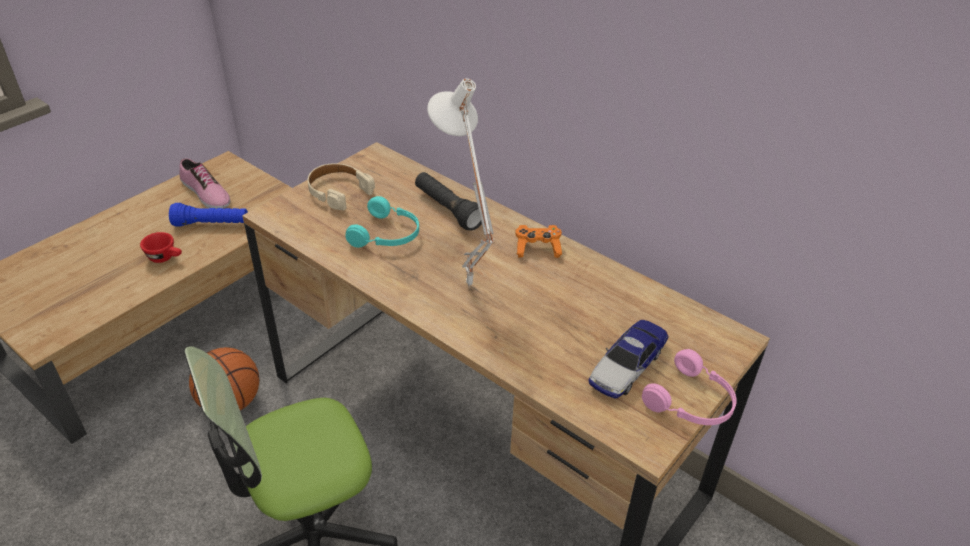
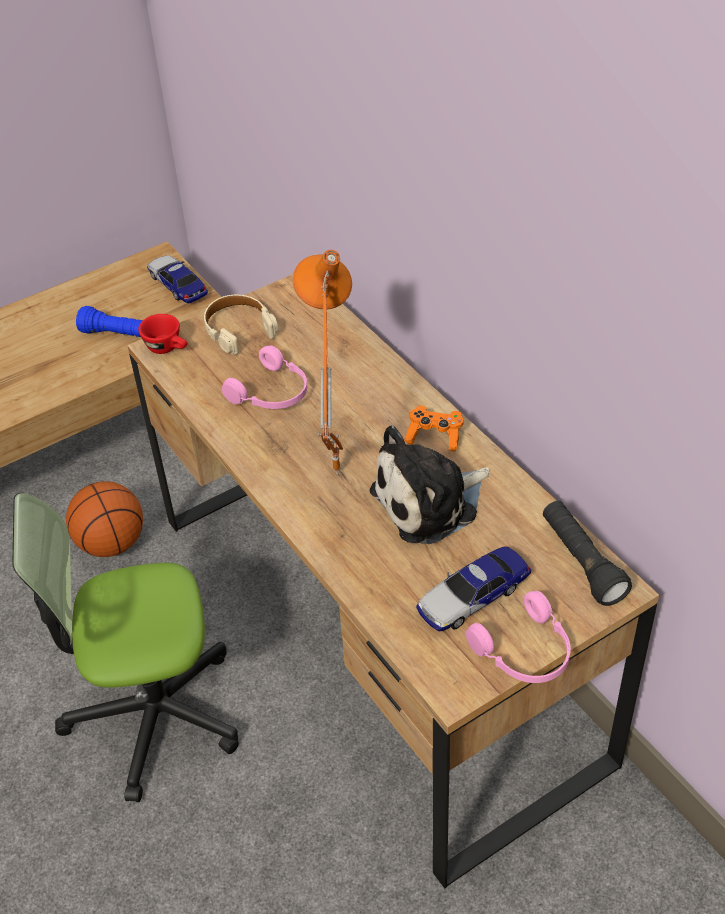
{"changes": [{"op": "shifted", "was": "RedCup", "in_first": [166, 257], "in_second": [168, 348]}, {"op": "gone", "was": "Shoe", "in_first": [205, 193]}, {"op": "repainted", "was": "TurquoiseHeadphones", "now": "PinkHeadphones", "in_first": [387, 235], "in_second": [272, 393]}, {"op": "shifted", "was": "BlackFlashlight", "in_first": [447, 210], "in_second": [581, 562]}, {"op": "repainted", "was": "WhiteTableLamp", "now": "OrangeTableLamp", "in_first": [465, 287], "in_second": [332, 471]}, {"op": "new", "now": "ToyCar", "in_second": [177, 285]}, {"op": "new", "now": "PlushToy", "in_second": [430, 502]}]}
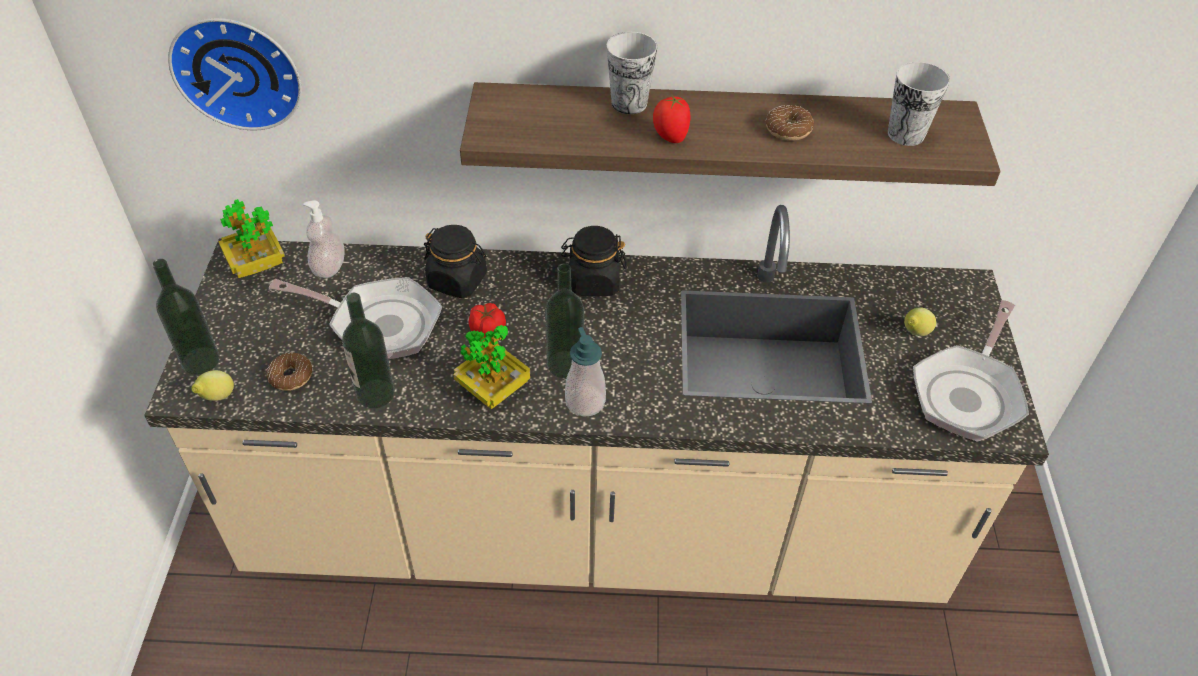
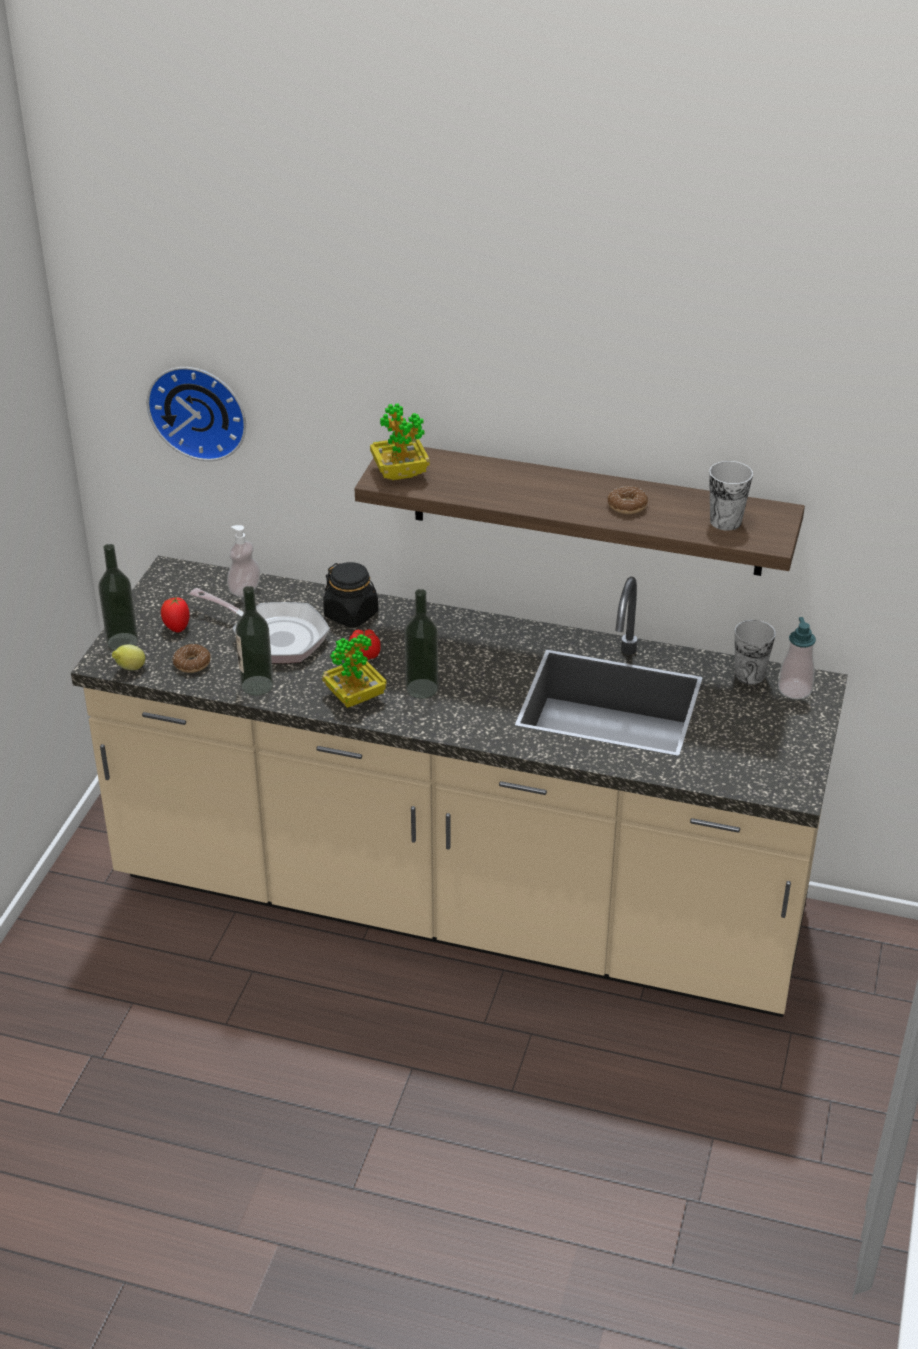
{"changes": [{"op": "shifted", "was": "PottedPlant", "in_first": [256, 264], "in_second": [400, 473]}, {"op": "gone", "was": "BlackJar", "in_first": [593, 281]}, {"op": "shifted", "was": "SoapDispenser", "in_first": [585, 402], "in_second": [794, 690]}, {"op": "shifted", "was": "Cup", "in_first": [629, 103], "in_second": [749, 675]}, {"op": "shifted", "was": "Tomato", "in_first": [670, 137], "in_second": [176, 628]}, {"op": "gone", "was": "Lemon", "in_first": [914, 333]}, {"op": "gone", "was": "FryingPan", "in_first": [968, 393]}]}
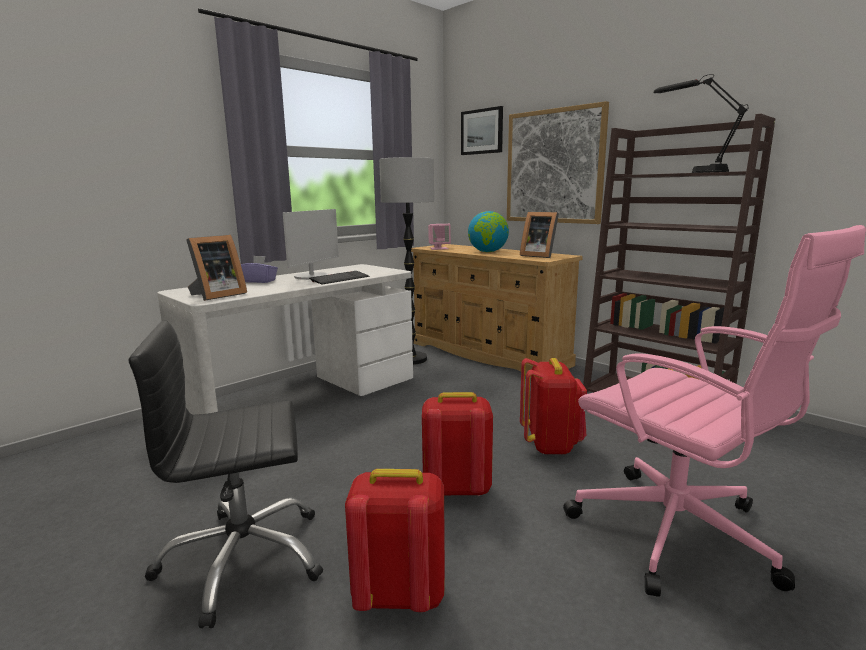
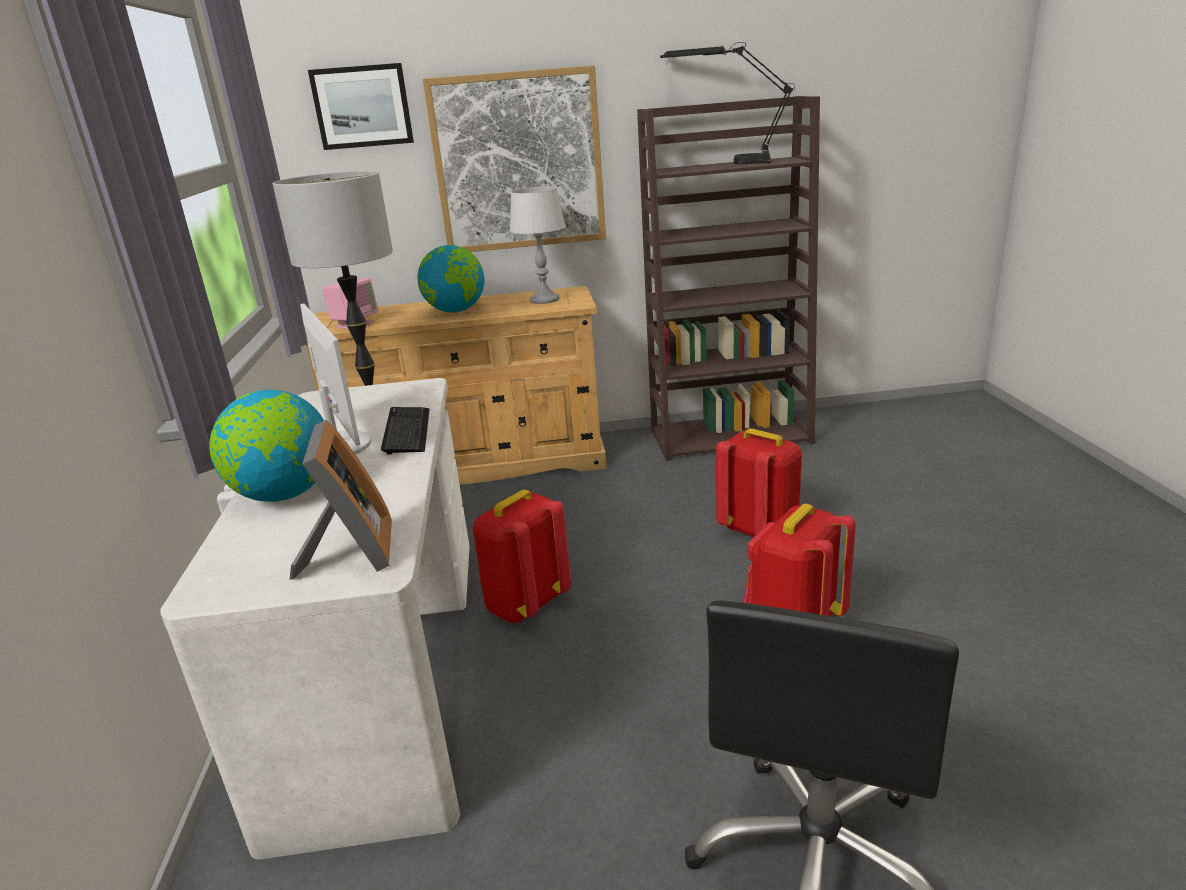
{"changes": [{"op": "swapped", "was": "PurpleTissueBox", "now": "Globe", "in_first": [260, 281], "in_second": [284, 495]}, {"op": "shifted", "was": "RedBackpack", "in_first": [398, 594], "in_second": [525, 604]}, {"op": "swapped", "was": "PictureFrame", "now": "GreyTableLamp", "in_first": [538, 256], "in_second": [545, 300]}, {"op": "gone", "was": "PinkOfficeChair", "in_first": [679, 535]}]}
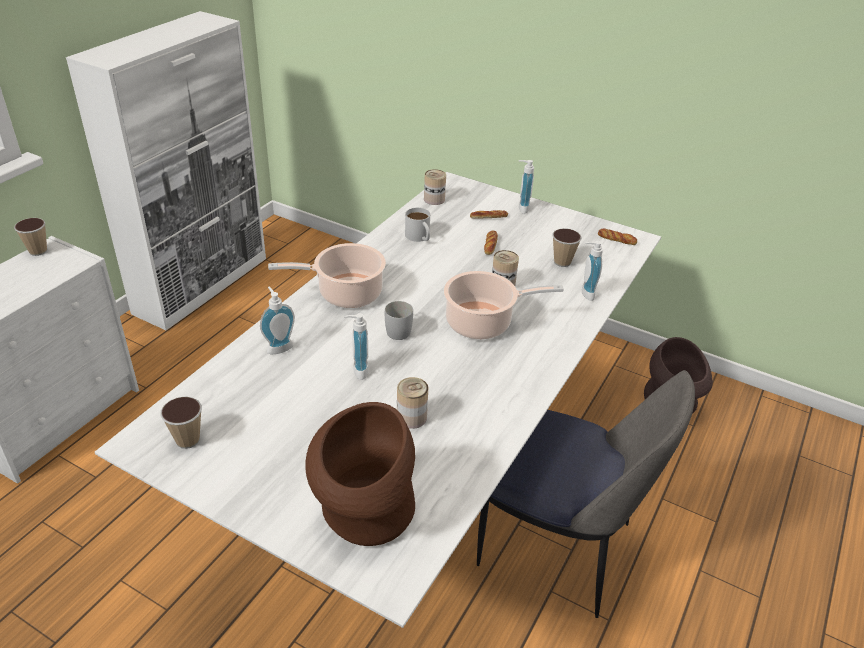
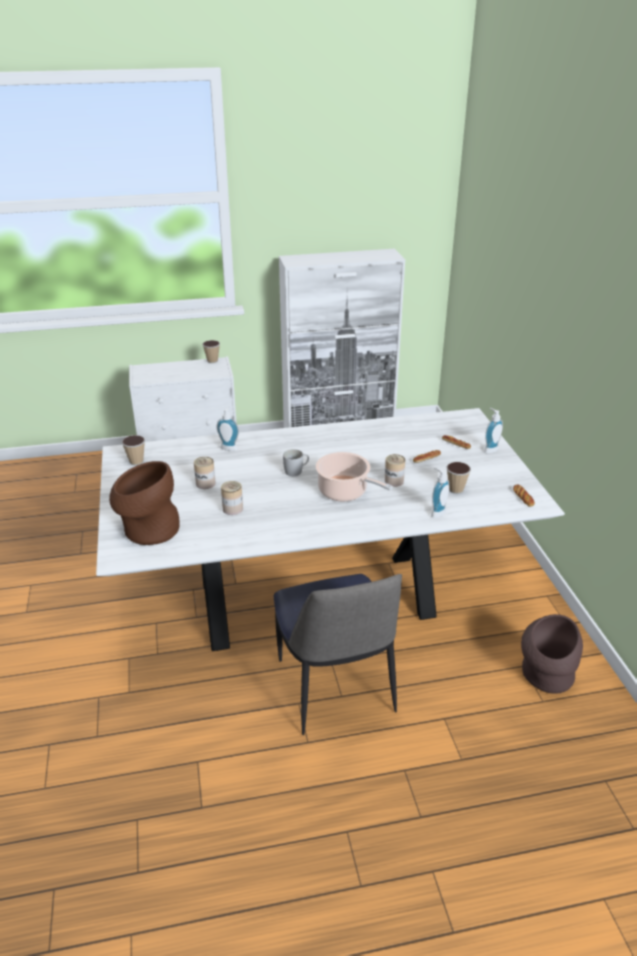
{"changes": [{"op": "gone", "was": "CookingPot", "in_first": [345, 293]}, {"op": "gone", "was": "SoapDispenser", "in_first": [357, 370]}, {"op": "gone", "was": "WhiteMug", "in_first": [419, 237]}, {"op": "shifted", "was": "Can", "in_first": [434, 199], "in_second": [205, 483]}]}
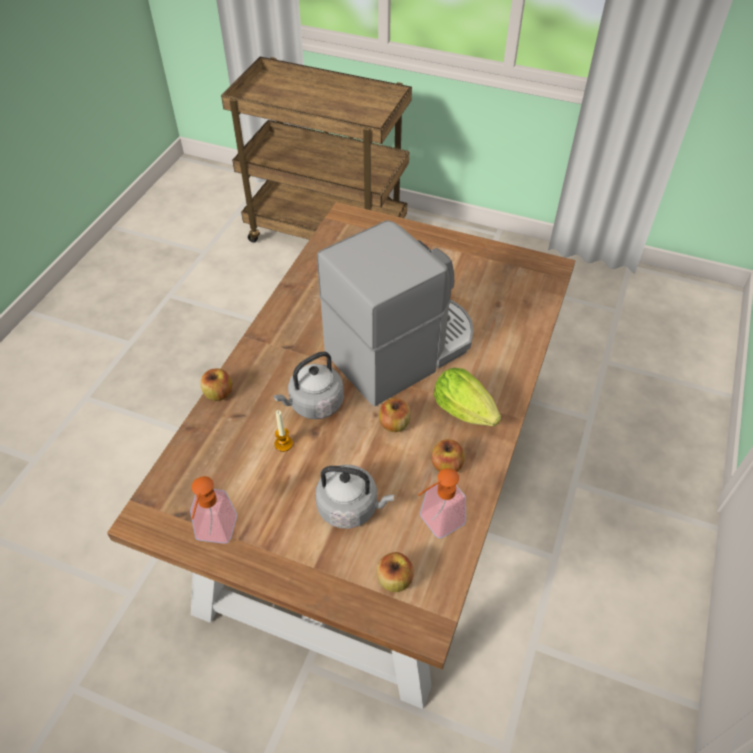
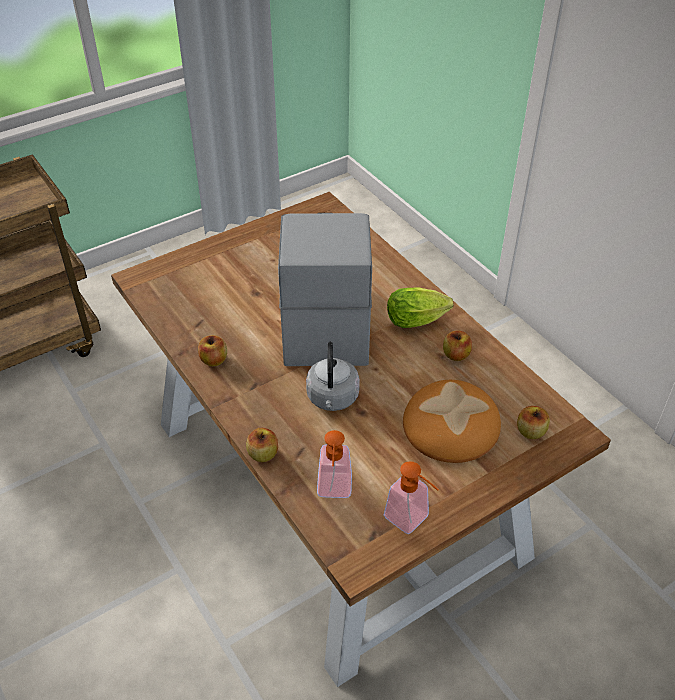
{"changes": [{"op": "gone", "was": "Candle", "in_first": [283, 444]}, {"op": "swapped", "was": "GreyKettle", "now": "Bread", "in_first": [351, 507], "in_second": [451, 425]}, {"op": "shifted", "was": "Apple", "in_first": [394, 424], "in_second": [214, 360]}, {"op": "shifted", "was": "SoapDispenser", "in_first": [435, 523], "in_second": [334, 491]}]}
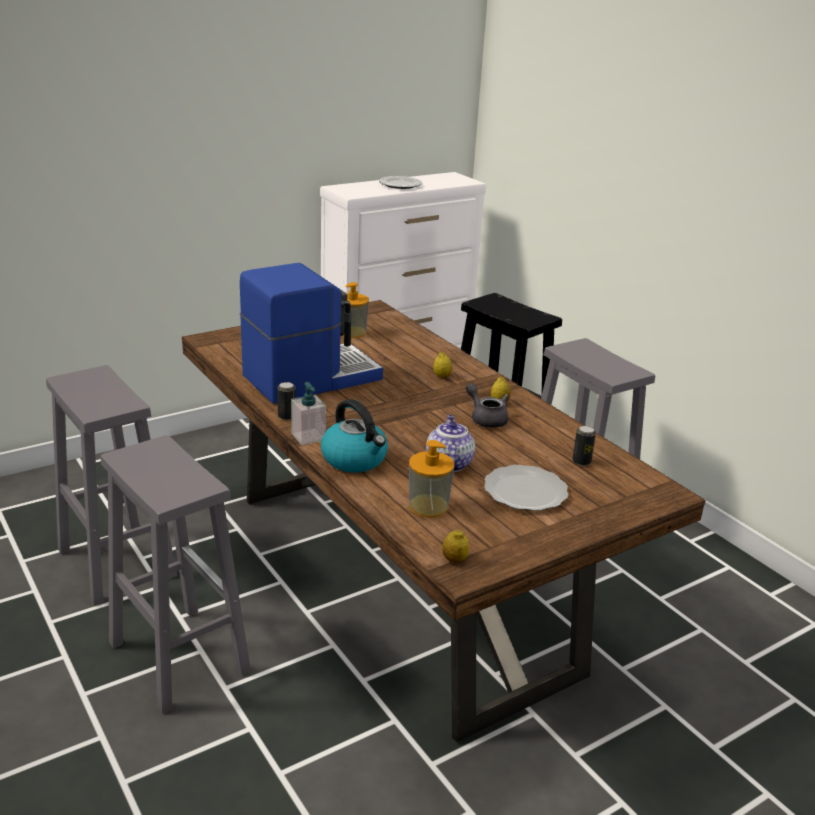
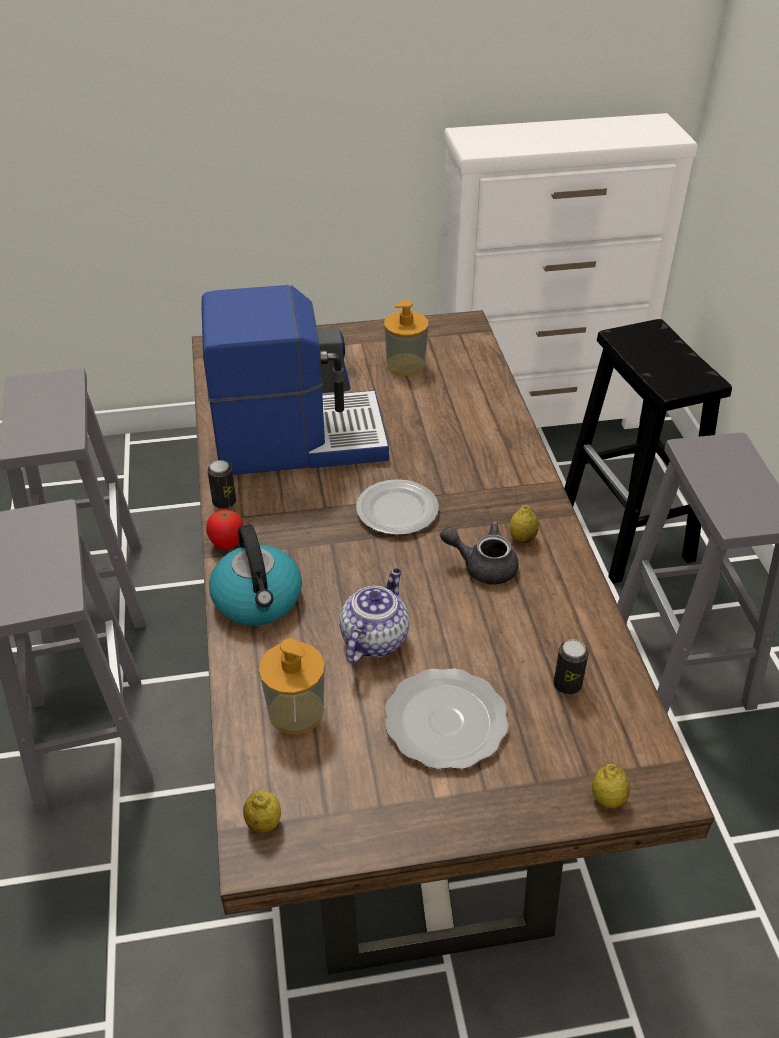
{"changes": [{"op": "swapped", "was": "SoapDispenser", "now": "Tomato", "in_first": [308, 437], "in_second": [227, 545]}, {"op": "shifted", "was": "Plate", "in_first": [400, 185], "in_second": [397, 510]}, {"op": "shifted", "was": "Lemon", "in_first": [442, 376], "in_second": [608, 798]}, {"op": "rotated", "was": "GreyTeapot", "in_first": [486, 418], "in_second": [482, 566], "clockwise": -60}]}
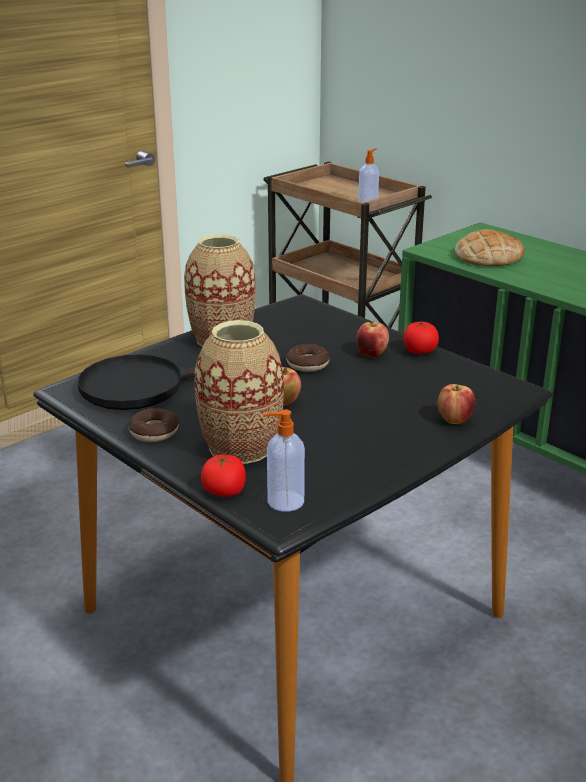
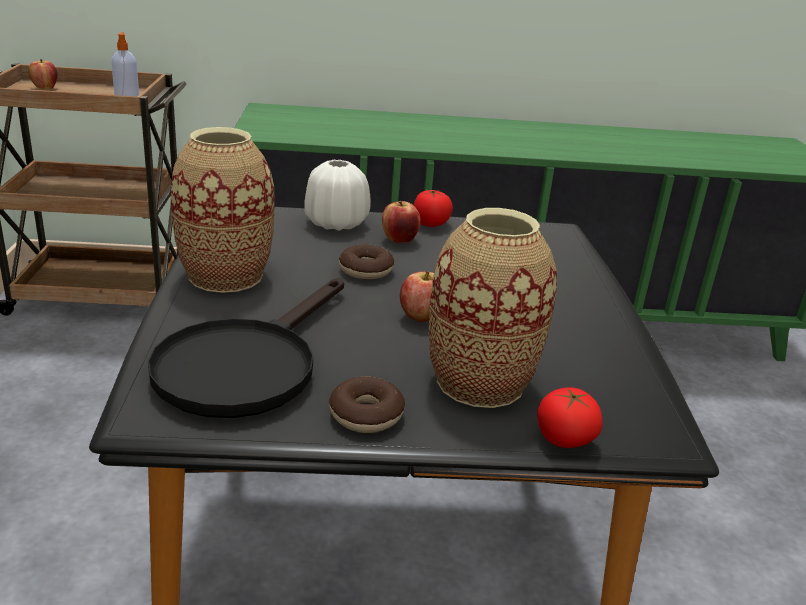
{"changes": [{"op": "gone", "was": "SoapDispenser", "in_first": [284, 501]}, {"op": "shifted", "was": "Apple", "in_first": [454, 420], "in_second": [45, 88]}, {"op": "gone", "was": "Bread", "in_first": [488, 257]}, {"op": "new", "now": "WhiteVase", "in_second": [336, 223]}]}
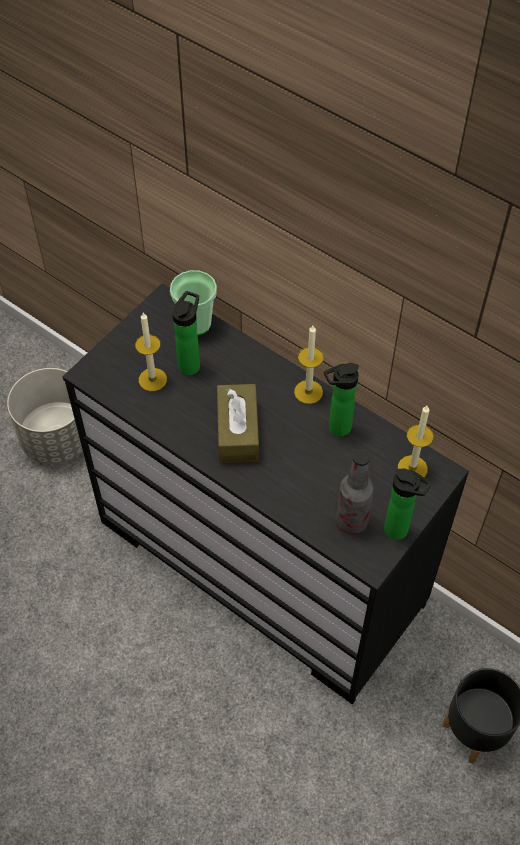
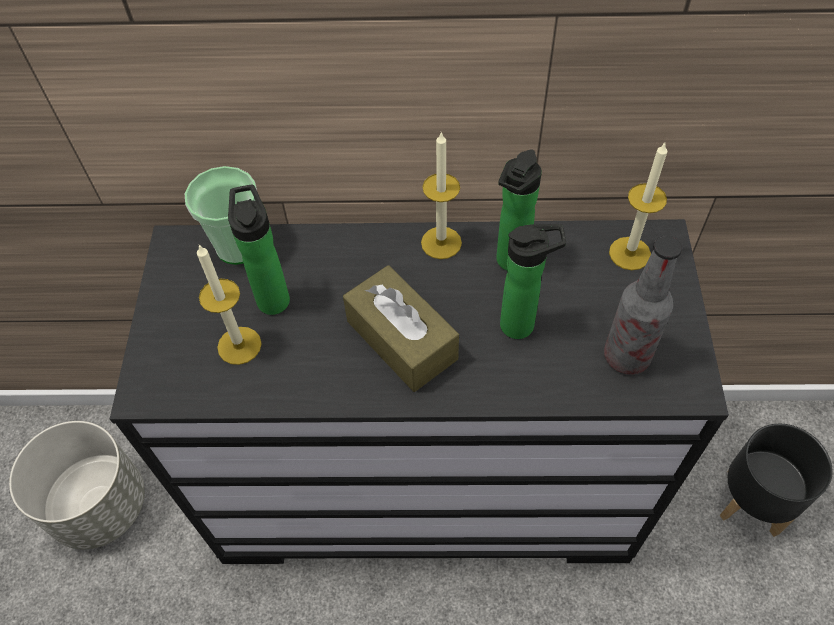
{"changes": [{"op": "shifted", "was": "Bottle", "in_first": [399, 531], "in_second": [522, 325]}]}
